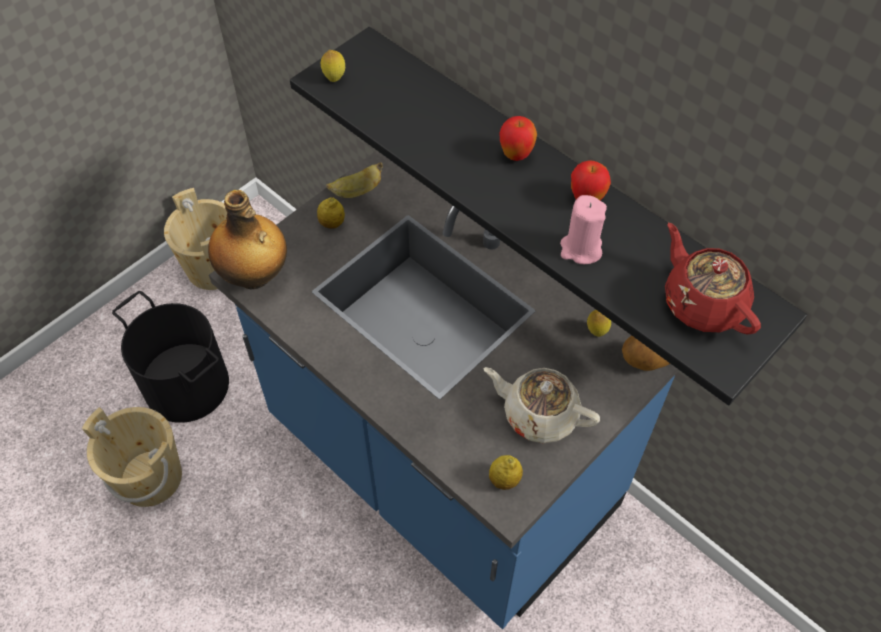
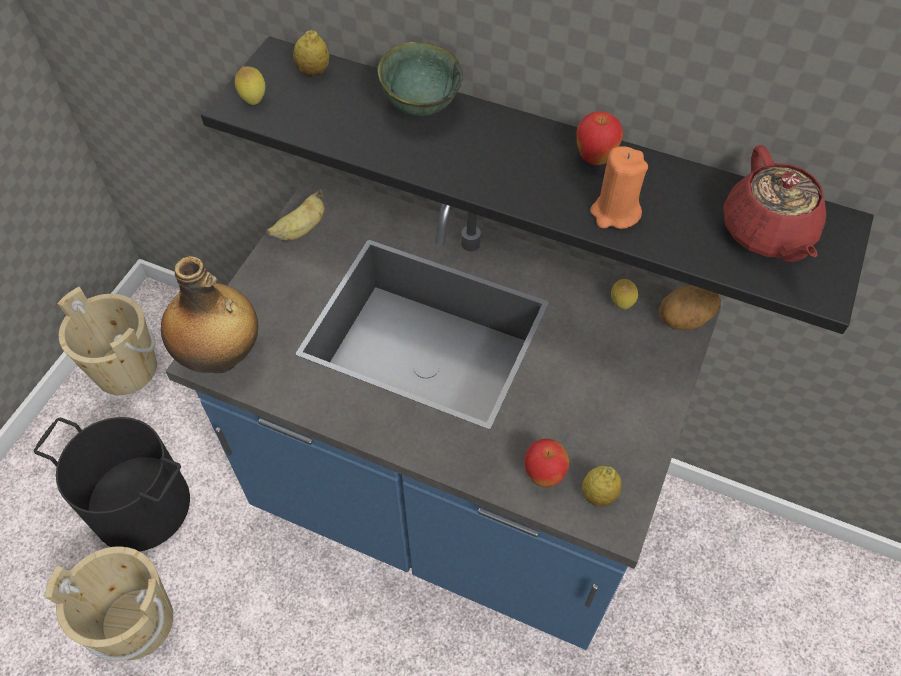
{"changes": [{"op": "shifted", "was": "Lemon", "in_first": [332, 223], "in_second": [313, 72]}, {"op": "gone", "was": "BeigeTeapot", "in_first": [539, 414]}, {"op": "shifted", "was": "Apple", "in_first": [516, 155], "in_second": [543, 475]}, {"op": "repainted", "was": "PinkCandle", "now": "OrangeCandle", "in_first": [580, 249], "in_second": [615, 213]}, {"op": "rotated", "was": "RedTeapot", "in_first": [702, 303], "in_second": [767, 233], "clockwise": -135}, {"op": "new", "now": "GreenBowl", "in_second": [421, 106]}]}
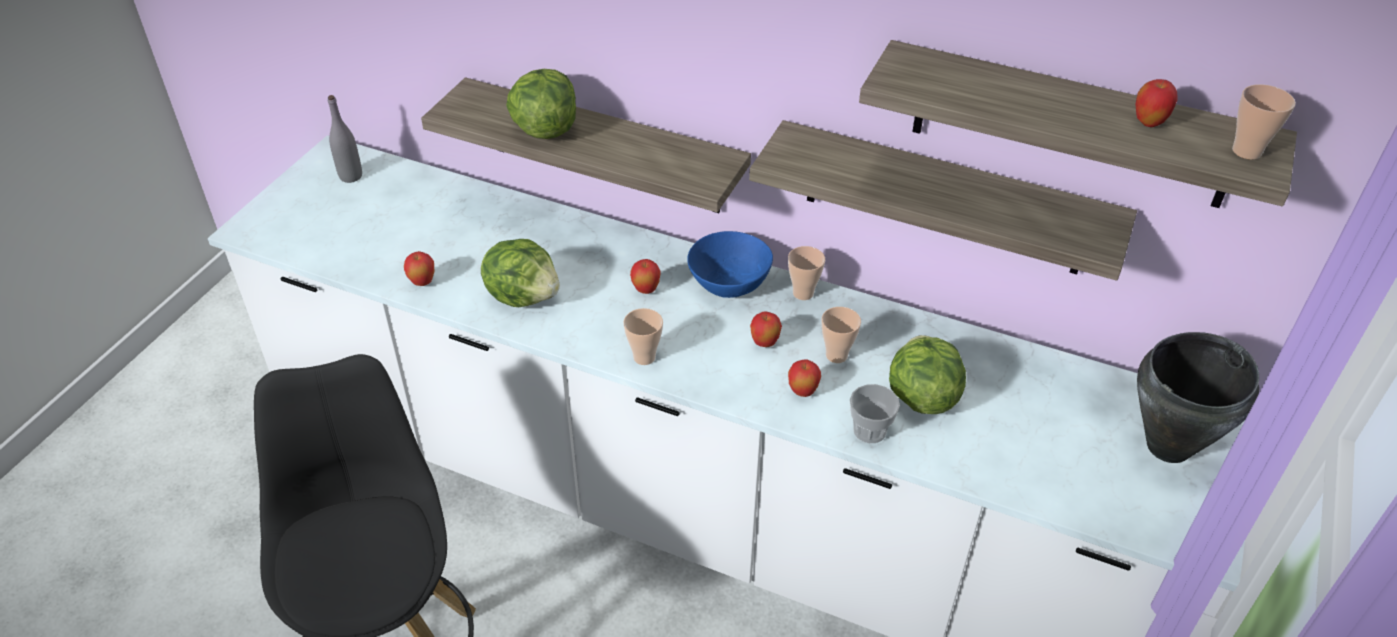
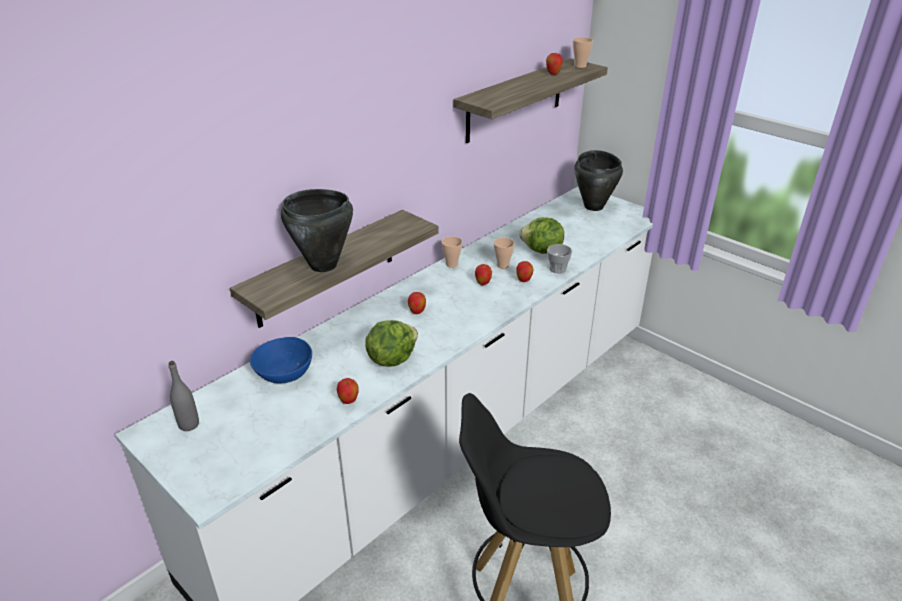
{"changes": [{"op": "swapped", "was": "Lettuce", "now": "BlackCookingPot", "in_first": [545, 129], "in_second": [323, 265]}, {"op": "gone", "was": "Cup", "in_first": [644, 357]}, {"op": "shifted", "was": "BlueBowl", "in_first": [728, 282], "in_second": [284, 373]}, {"op": "gone", "was": "Shelf", "in_first": [945, 199]}]}
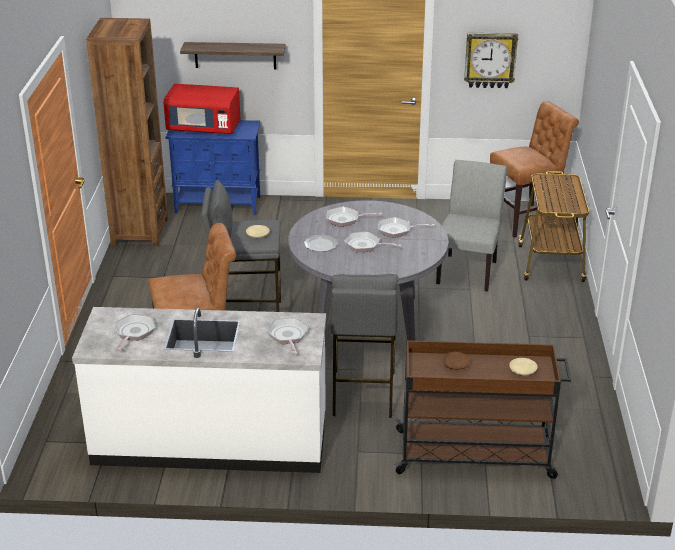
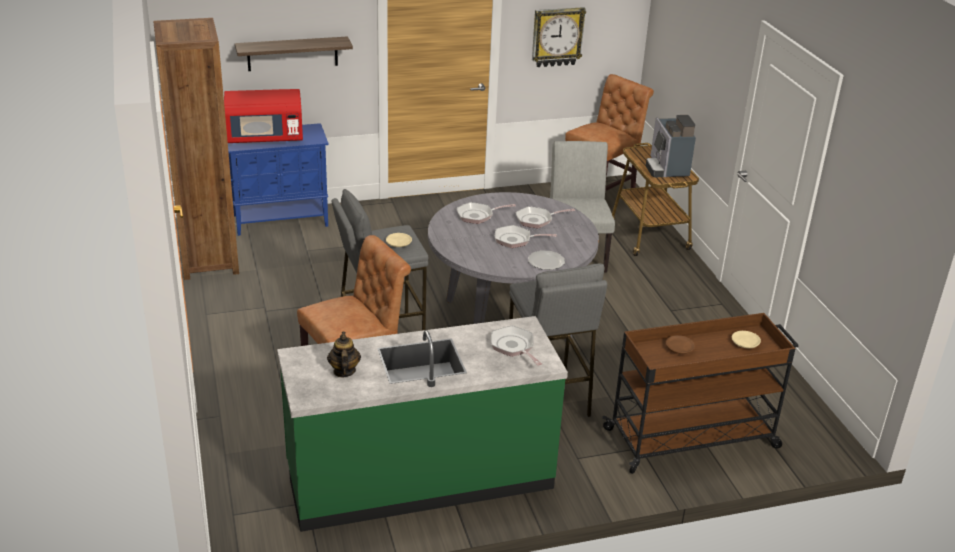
{"changes": [{"op": "repainted", "was": "WhiteCounter", "now": "GreenCounter", "in_first": [210, 441], "in_second": [419, 478]}, {"op": "swapped", "was": "FryingPan", "now": "Teapot", "in_first": [133, 333], "in_second": [344, 371]}, {"op": "shifted", "was": "Plate", "in_first": [320, 245], "in_second": [545, 262]}, {"op": "new", "now": "CoffeeMachine", "in_second": [666, 168]}]}
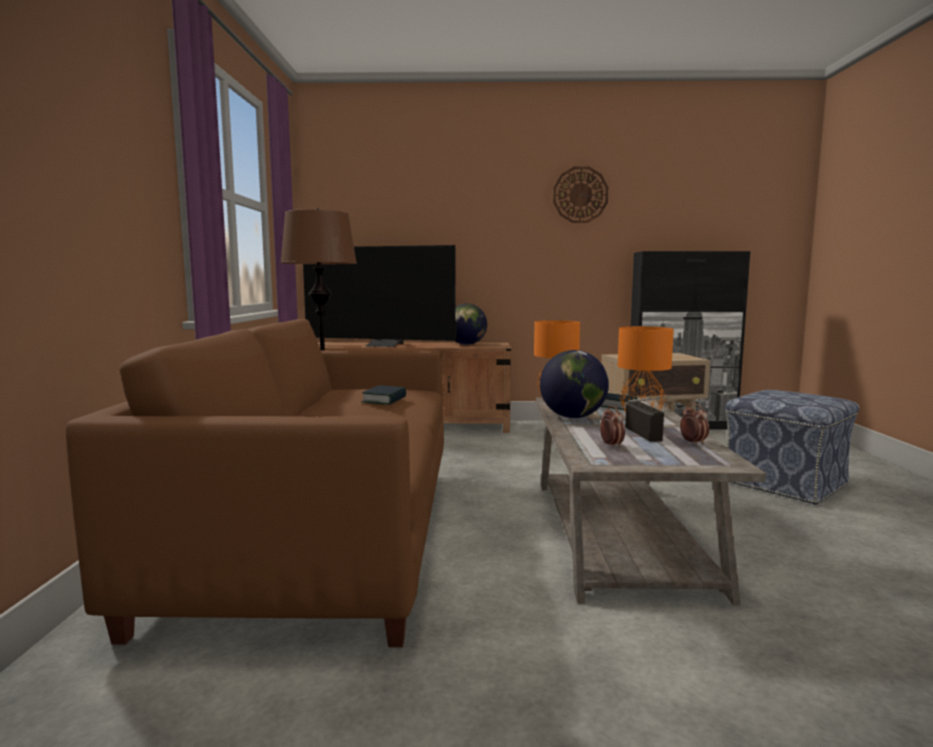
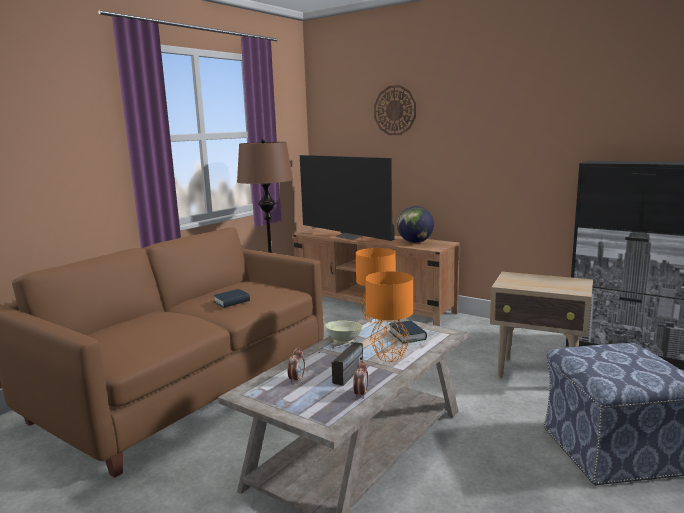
{"changes": [{"op": "swapped", "was": "Globe", "now": "BeigeBowl", "in_first": [573, 417], "in_second": [344, 342]}, {"op": "shifted", "was": "WallClock", "in_first": [580, 195], "in_second": [395, 110]}]}
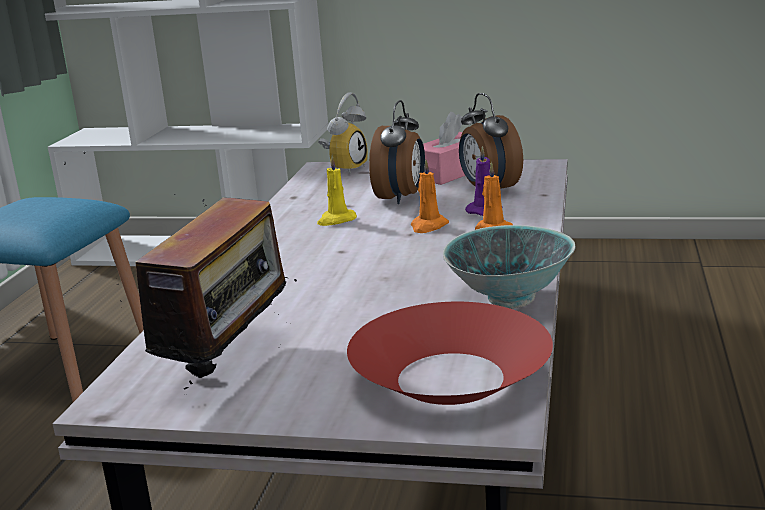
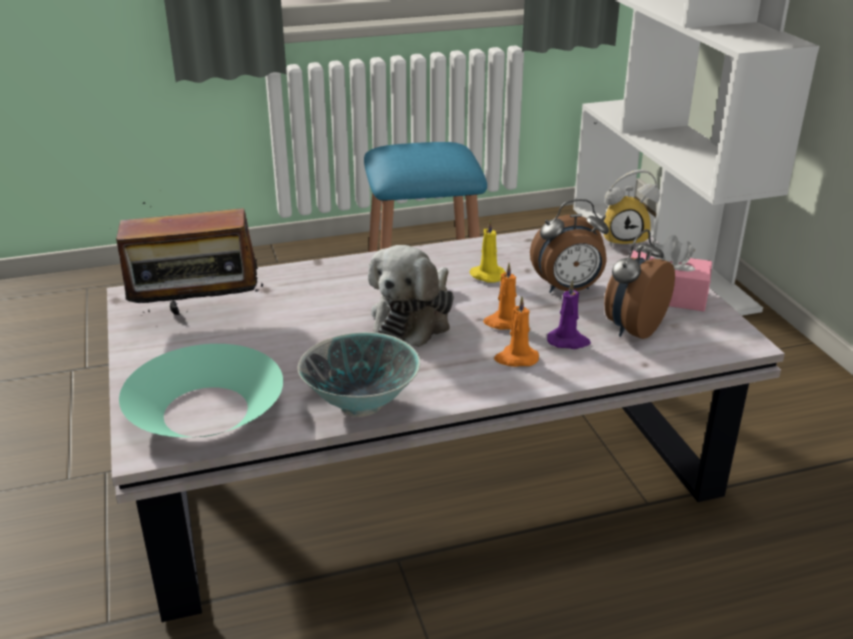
{"changes": [{"op": "repainted", "was": "RedBowl", "now": "TurquoiseBowl", "in_first": [451, 377], "in_second": [206, 411]}, {"op": "new", "now": "PlushToy", "in_second": [414, 318]}]}
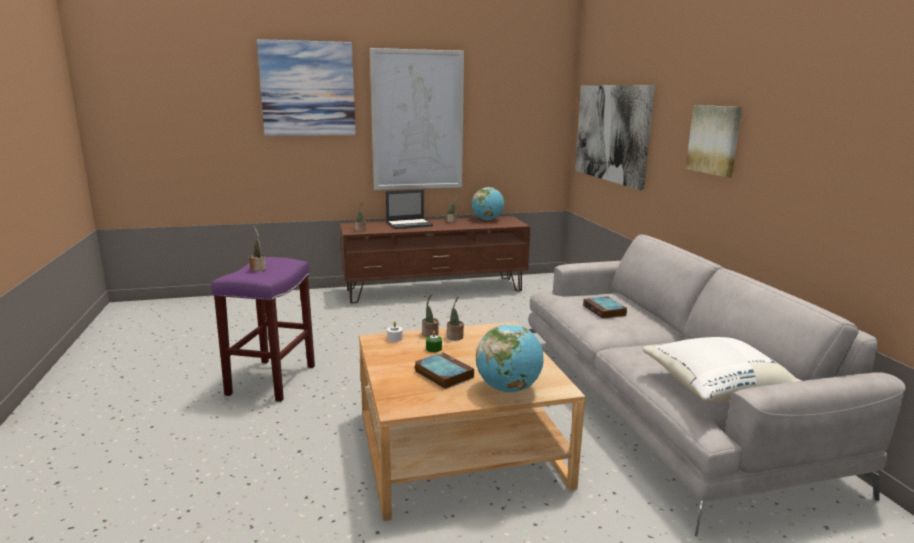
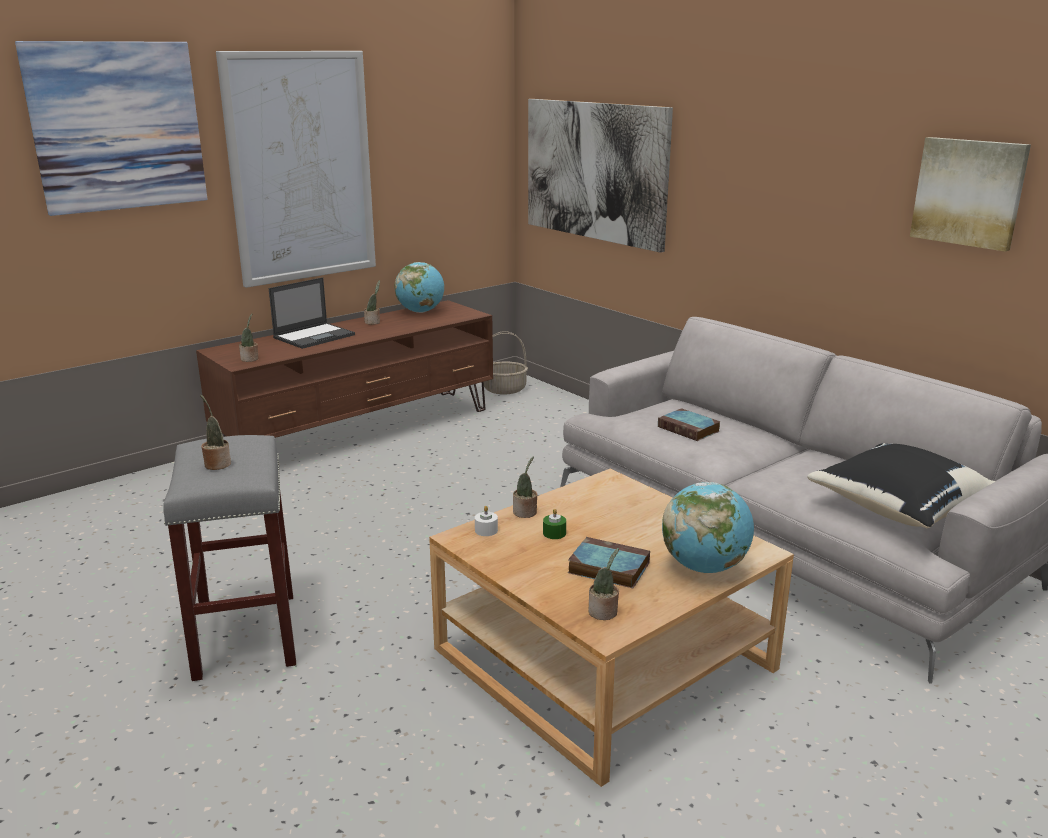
{"changes": [{"op": "repainted", "was": "PurpleStool", "now": "GreyStool", "in_first": [272, 379], "in_second": [245, 634]}, {"op": "shifted", "was": "PottedPlant", "in_first": [455, 337], "in_second": [604, 613]}, {"op": "repainted", "was": "WhitePillow", "now": "BlackPillow", "in_first": [715, 389], "in_second": [897, 508]}, {"op": "shifted", "was": "Picture", "in_first": [714, 140], "in_second": [969, 192]}, {"op": "new", "now": "Basket", "in_second": [505, 389]}]}
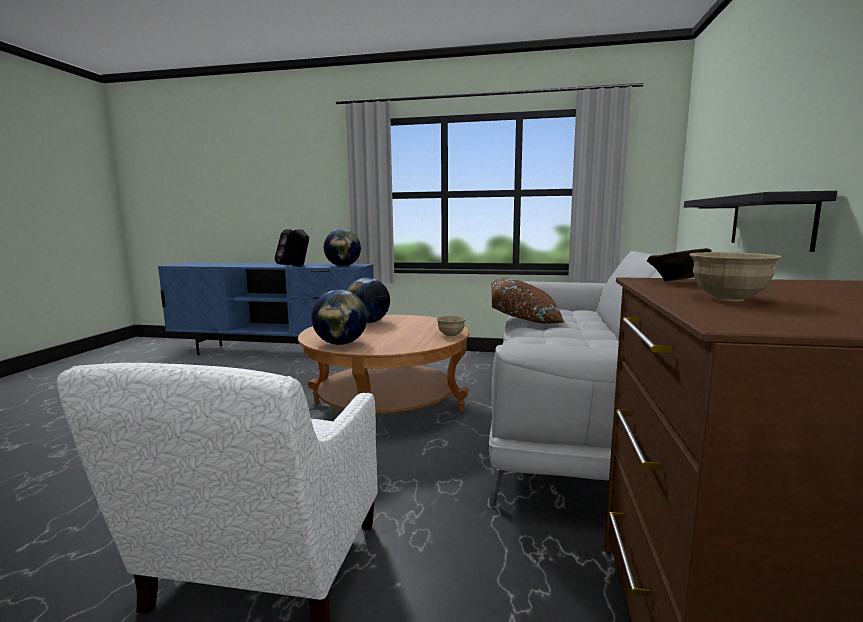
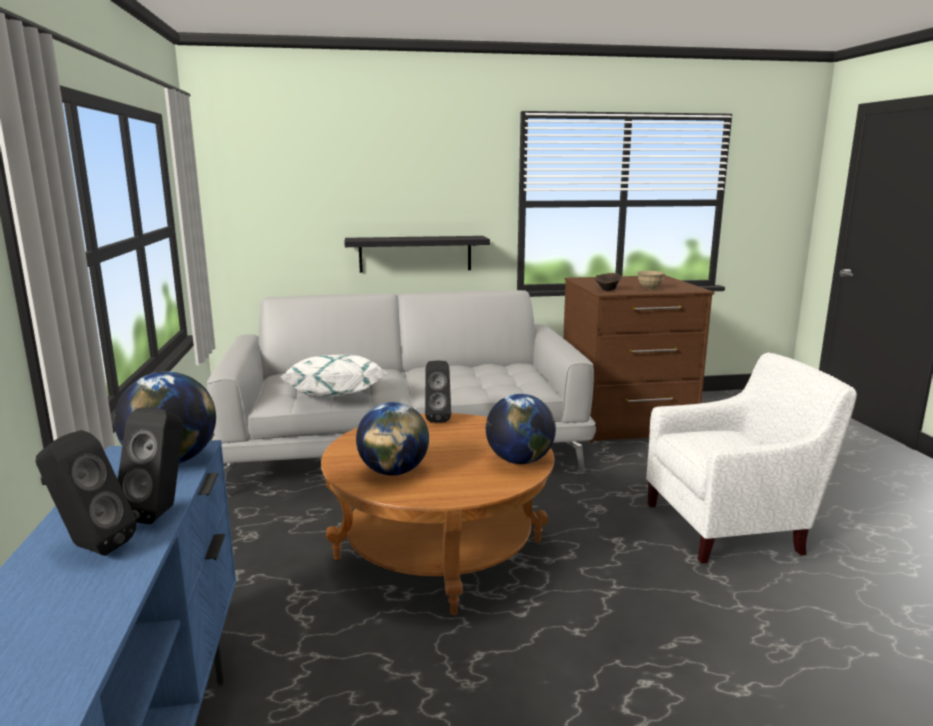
{"changes": [{"op": "swapped", "was": "BeigeBowl", "now": "BlackSpeaker", "in_first": [451, 335], "in_second": [438, 418]}, {"op": "repainted", "was": "BrownPillow", "now": "WhitePillow", "in_first": [524, 319], "in_second": [334, 397]}]}
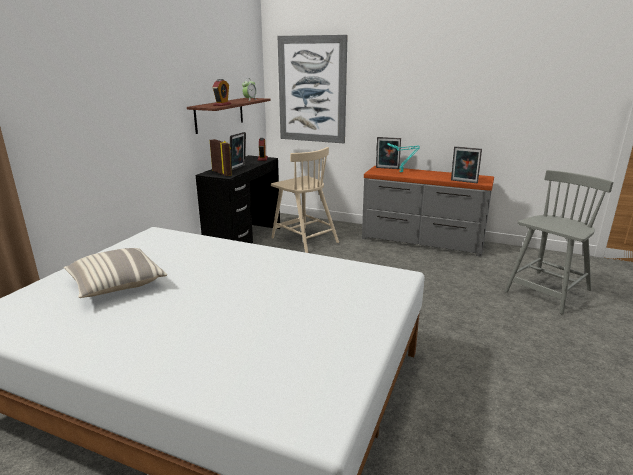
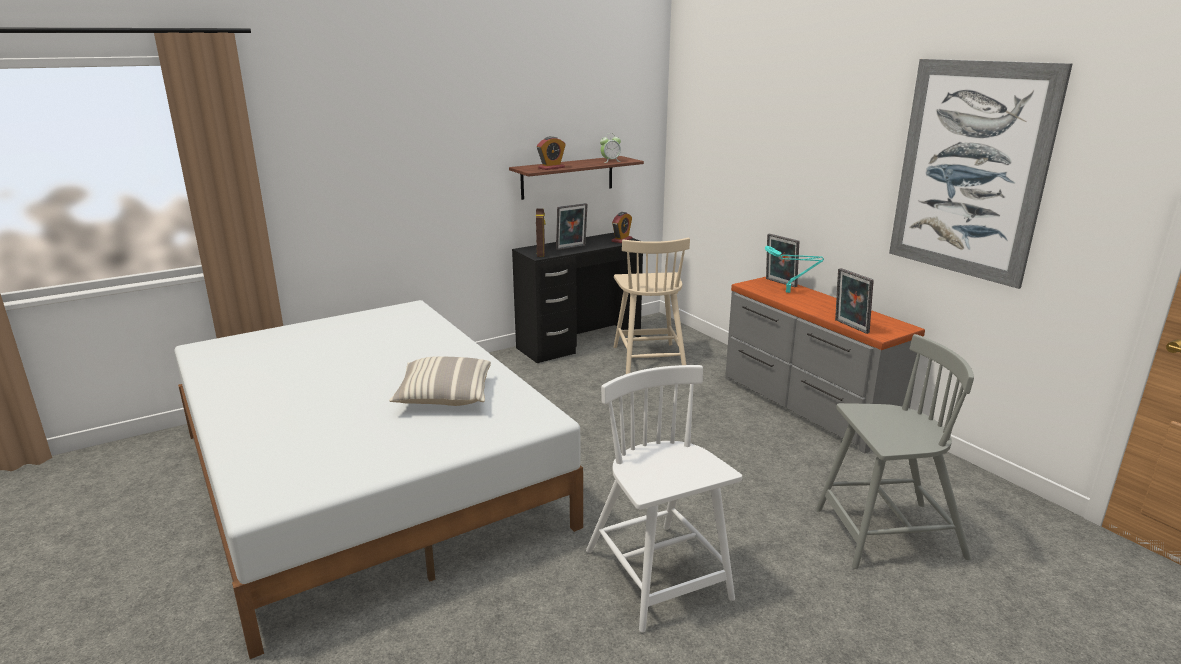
{"changes": [{"op": "shifted", "was": "Pillow", "in_first": [116, 285], "in_second": [444, 396]}, {"op": "shifted", "was": "Picture", "in_first": [312, 90], "in_second": [970, 170]}, {"op": "new", "now": "WhiteChair", "in_second": [658, 576]}]}
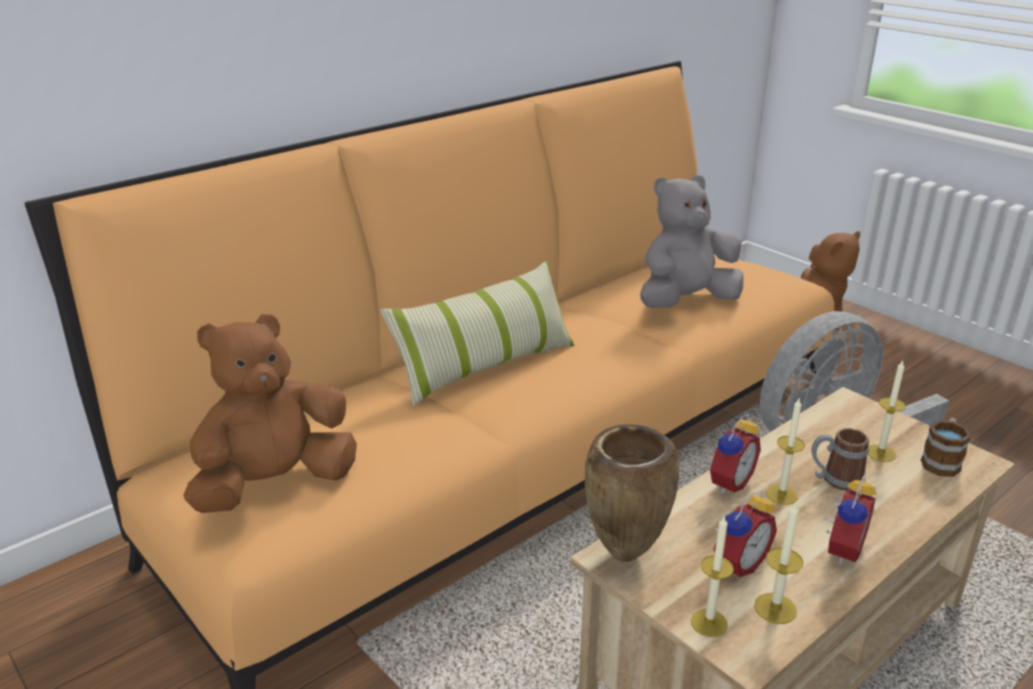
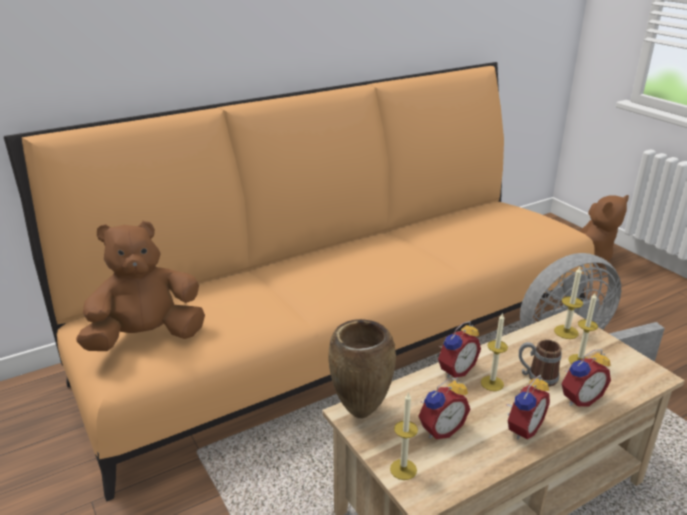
{"changes": [{"op": "gone", "was": "Pillow", "in_first": [485, 366]}, {"op": "gone", "was": "GreyPlushToy", "in_first": [685, 302]}, {"op": "shifted", "was": "Candle", "in_first": [775, 608], "in_second": [566, 332]}, {"op": "gone", "was": "Mug", "in_first": [941, 461]}, {"op": "new", "now": "AlarmClock", "in_second": [579, 398]}]}
